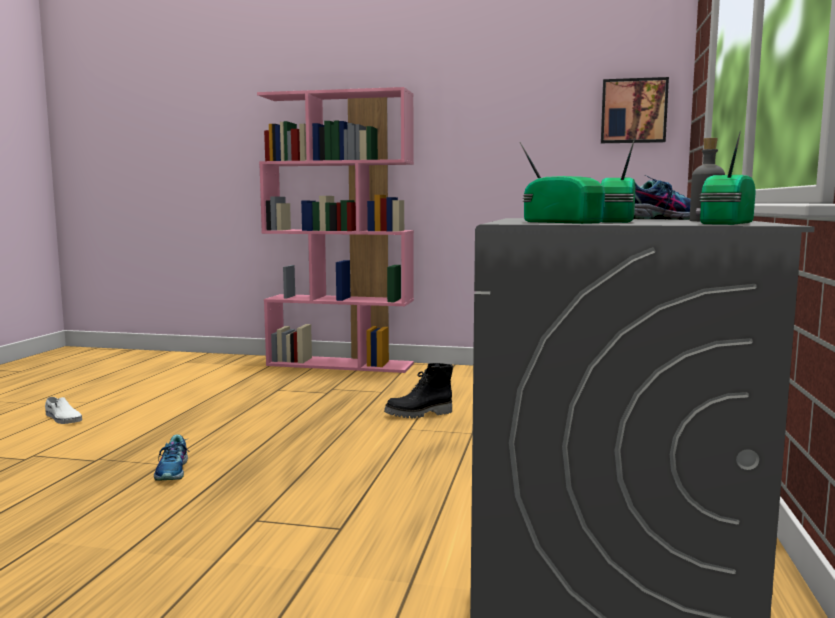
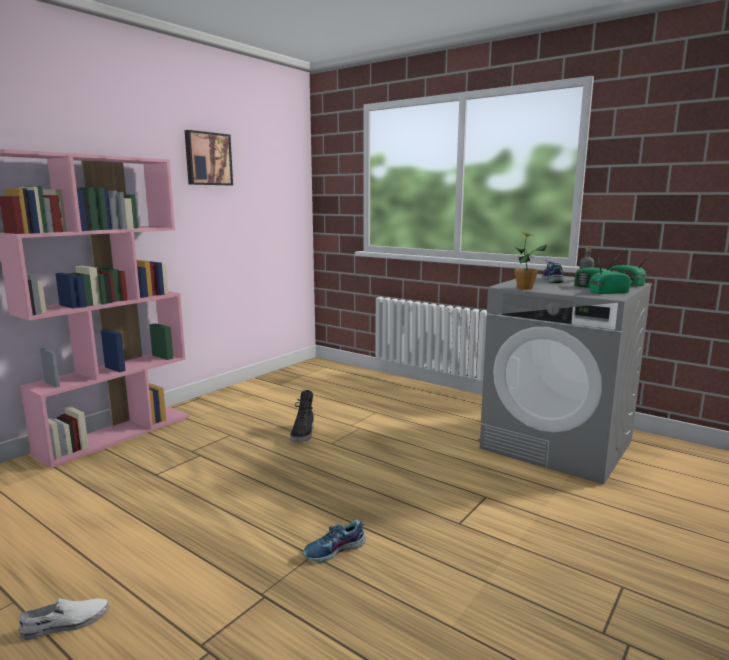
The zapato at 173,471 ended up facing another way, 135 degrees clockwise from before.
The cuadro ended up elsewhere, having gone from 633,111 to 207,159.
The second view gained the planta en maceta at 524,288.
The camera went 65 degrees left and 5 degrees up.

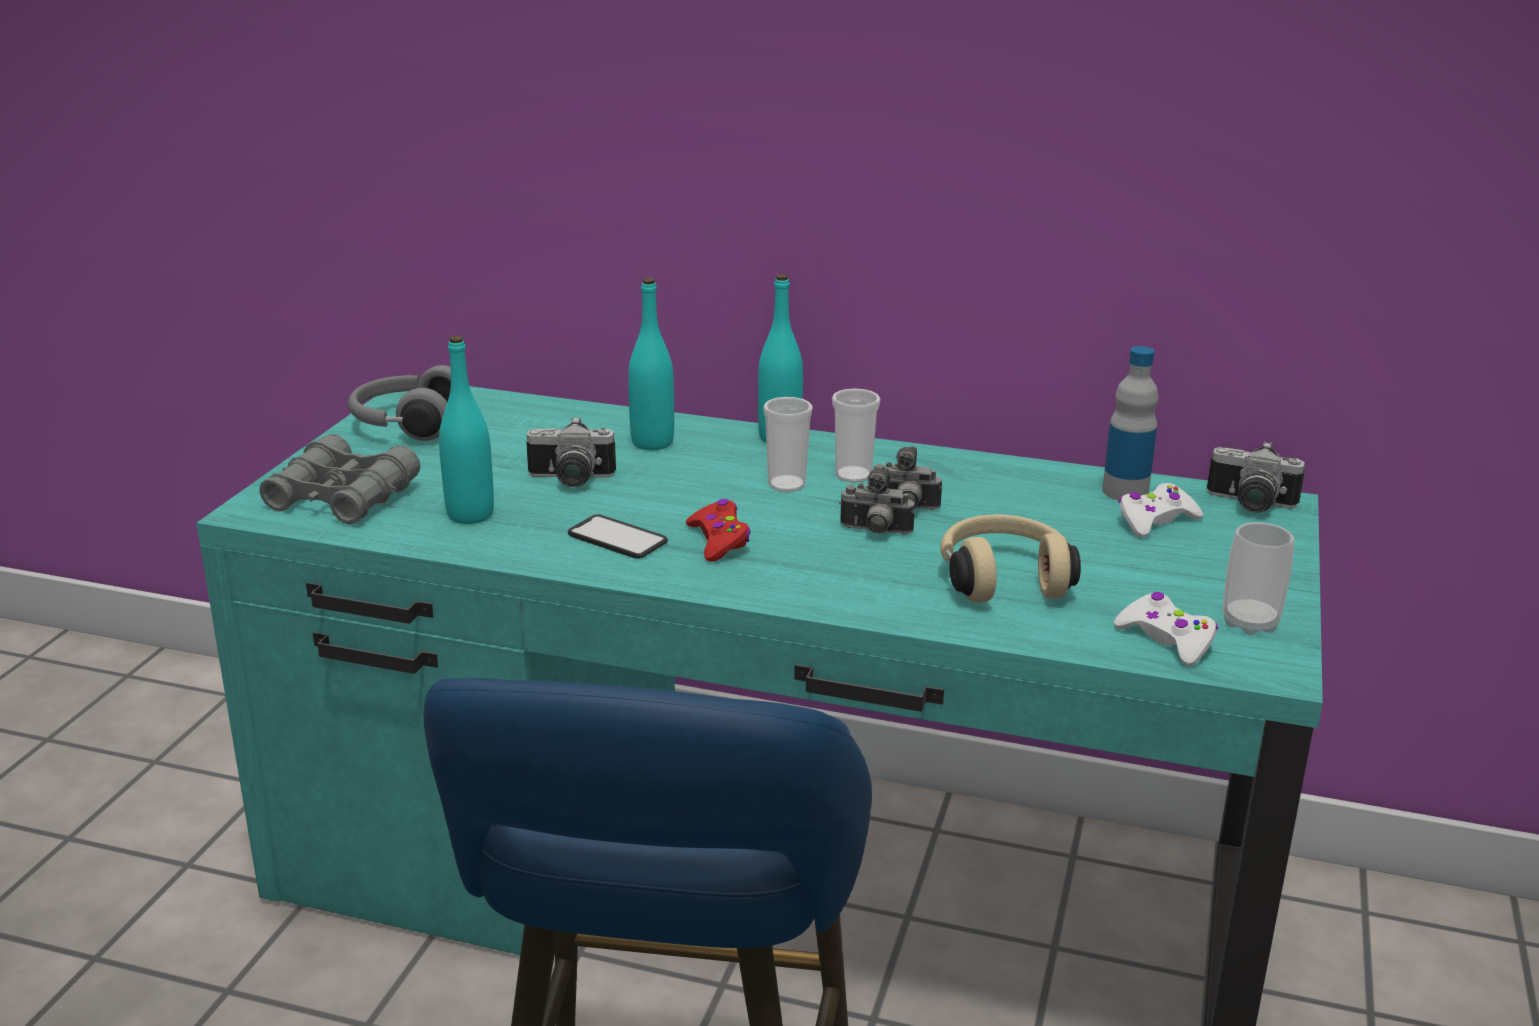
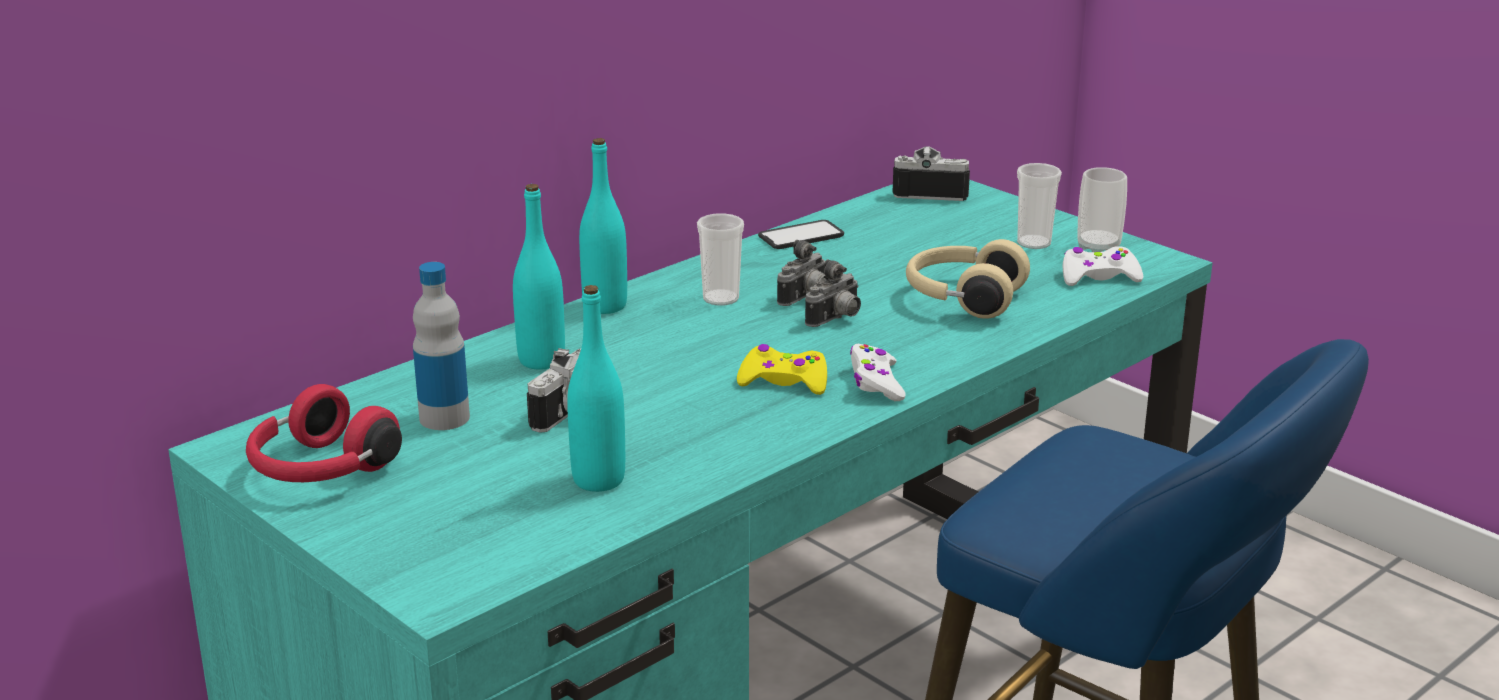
The second view lost the prismáticos/gris at 342,497.
What was the auriculares/gris at 407,425 turned into the auriculares/rojo at 320,470.
The móvil ended up elsewhere, having gone from 617,538 to 801,236.
What was the mando de consola/rojo at 719,540 turned into the mando de consola/amarillo at 784,381.
The taza ended up elsewhere, having gone from 786,485 to 1034,243.
The botella ended up elsewhere, having gone from 1125,491 to 444,418.
The mando de consola/blanco ended up elsewhere, having gone from 1155,520 to 876,382.
The cámara at 1249,505 ended up facing another way, 135 degrees counterclockwise from before.
The camera went 60 degrees left and 0 degrees up.

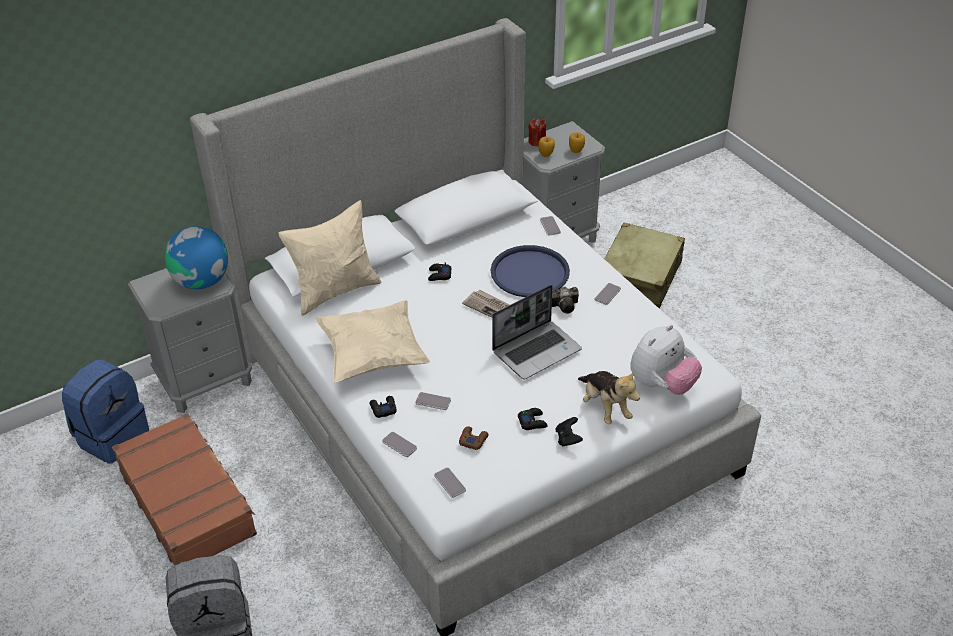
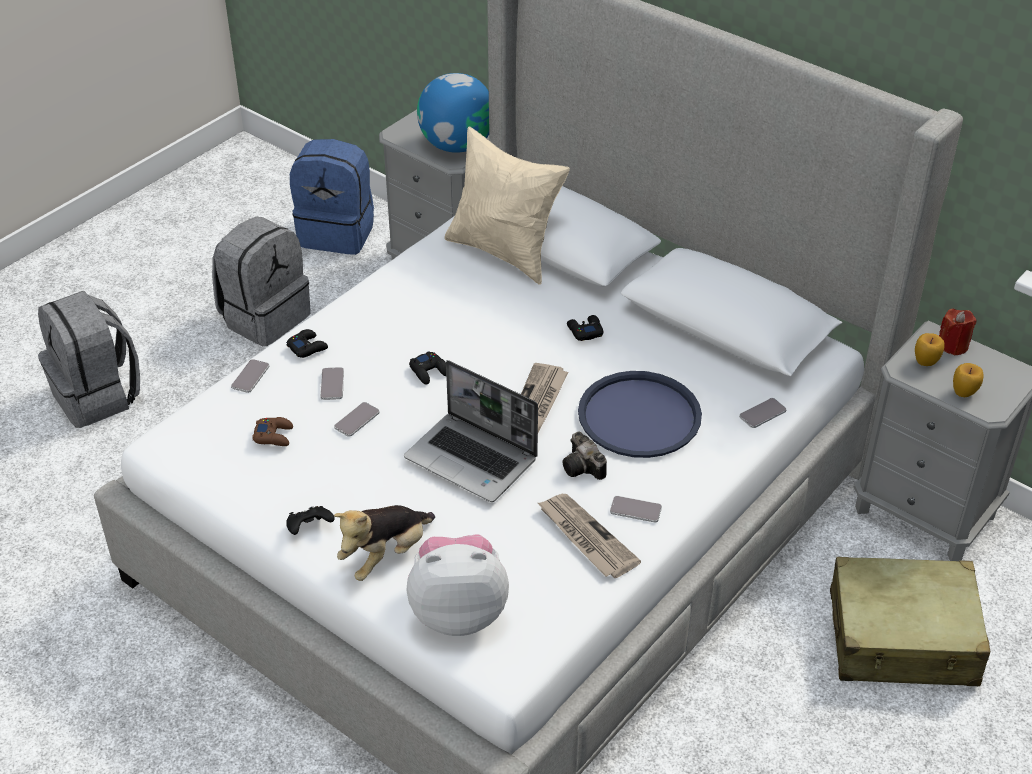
Where the maleta/marrón stood at 188,502, the mochila/gris came to stand at 265,317.
The second view lost the cojín/beis at 373,356.
The móvil ended up elsewhere, having gone from 450,483 to 357,420.
The mando de consola/negro ended up elsewhere, having gone from 532,422 to 429,371.
The peluche at 662,384 ended up facing another way, 150 degrees clockwise from before.
The second view gained the periódico at 586,537.
The camera went 70 degrees right and 0 degrees up.

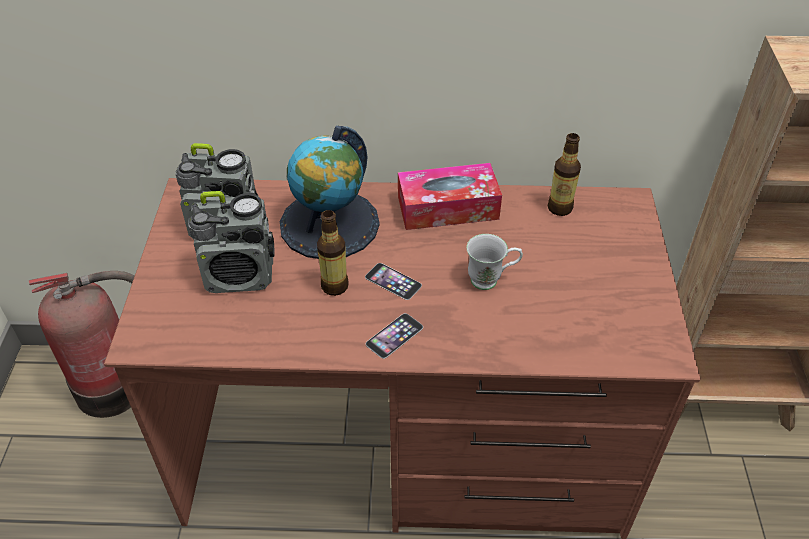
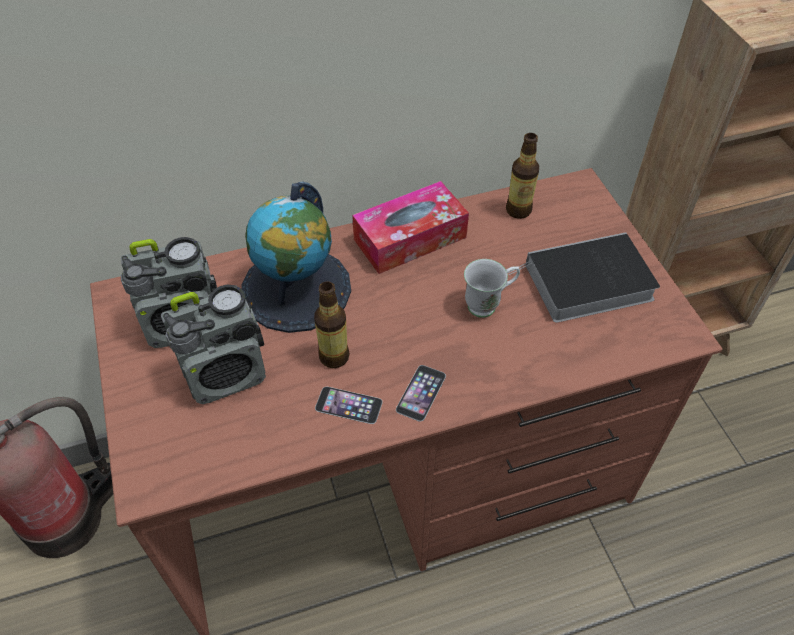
The móvil ended up elsewhere, having gone from 393,281 to 348,405.
The second view gained the libro at 585,284.
The camera went 20 degrees left and 5 degrees up.

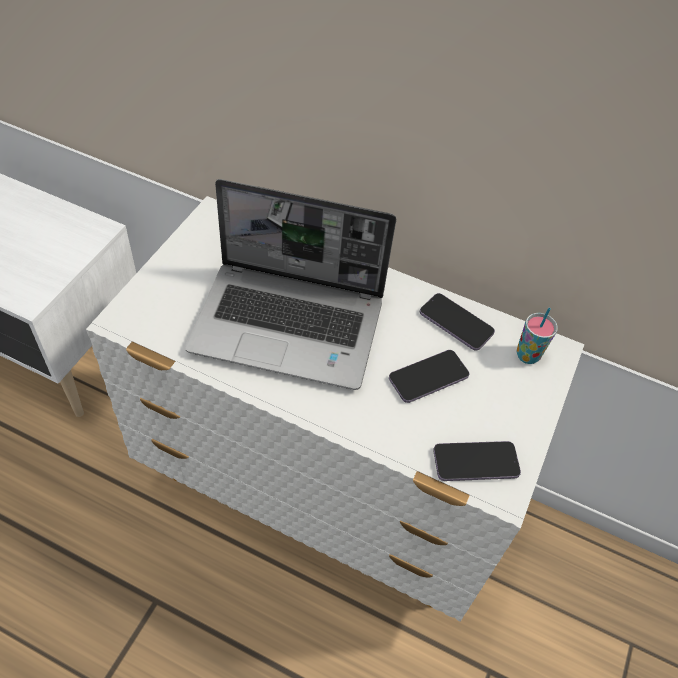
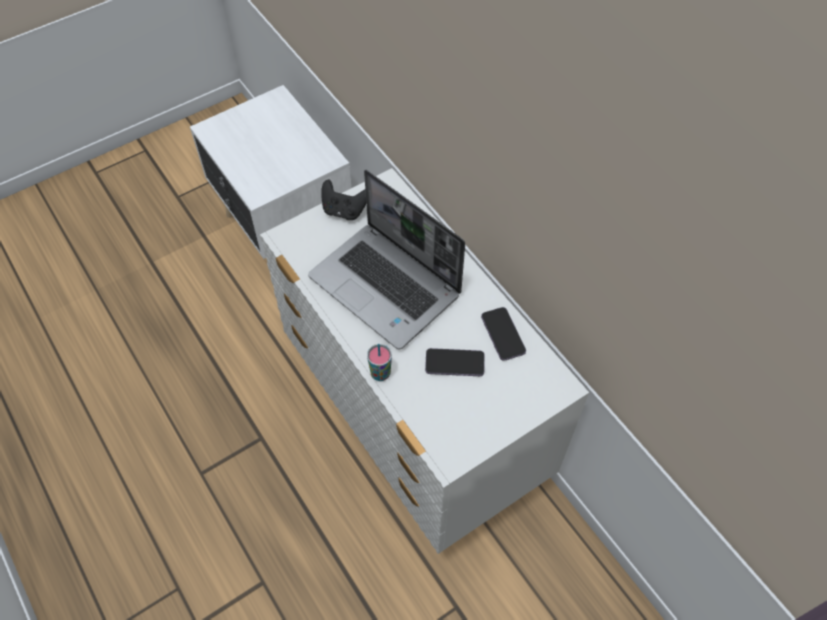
The second view lost the móvil at 475,462.
The taza ended up elsewhere, having gone from 527,355 to 380,374.
The second view gained the mando de consola/negro at 344,210.
The camera went 35 degrees right and 5 degrees up.

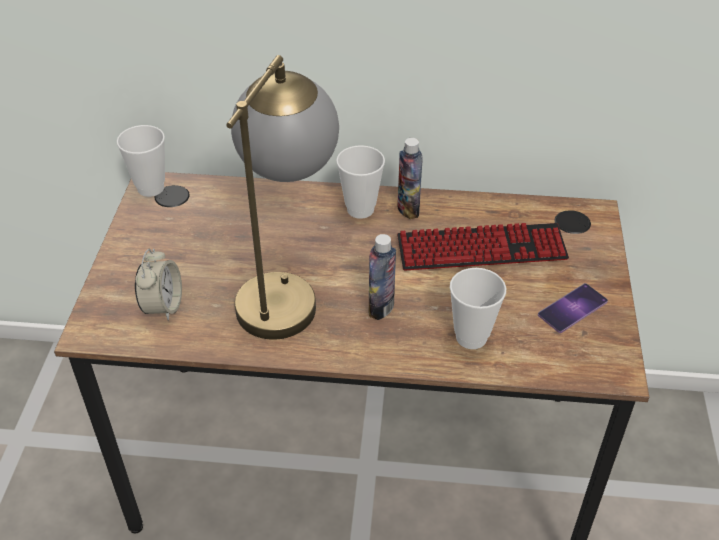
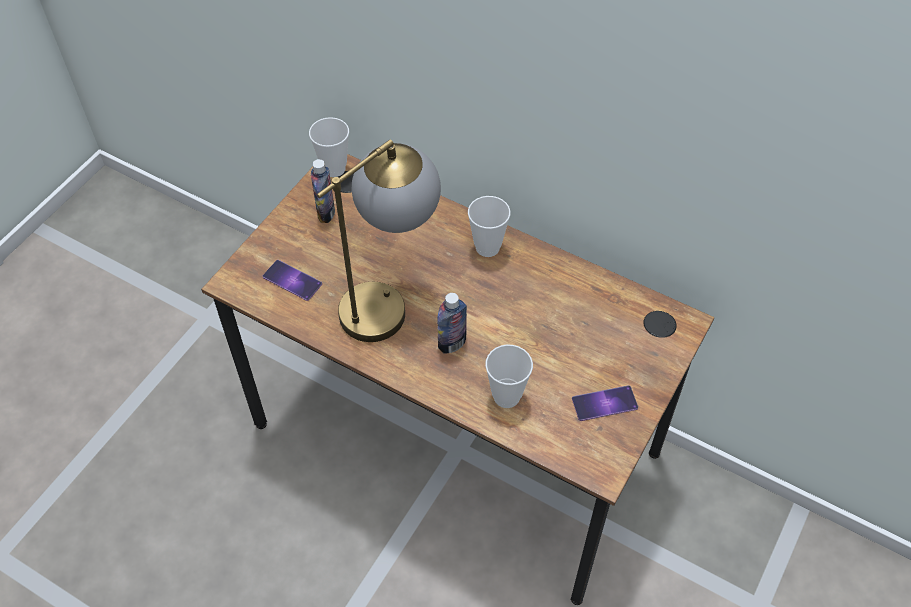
Where the despertador stood at 163,306, the móvil came to stand at 292,280.
The botella ended up elsewhere, having gone from 408,209 to 326,213.
The second view lost the teclado at 481,249.
The camera went 25 degrees right and 10 degrees up.

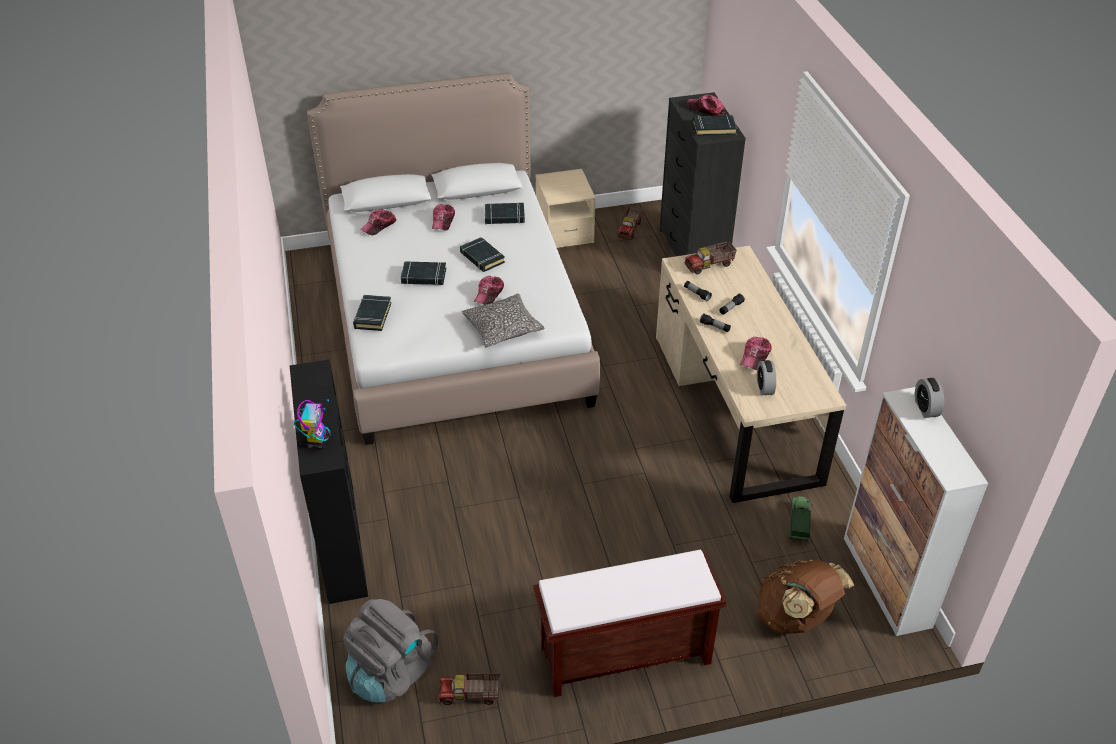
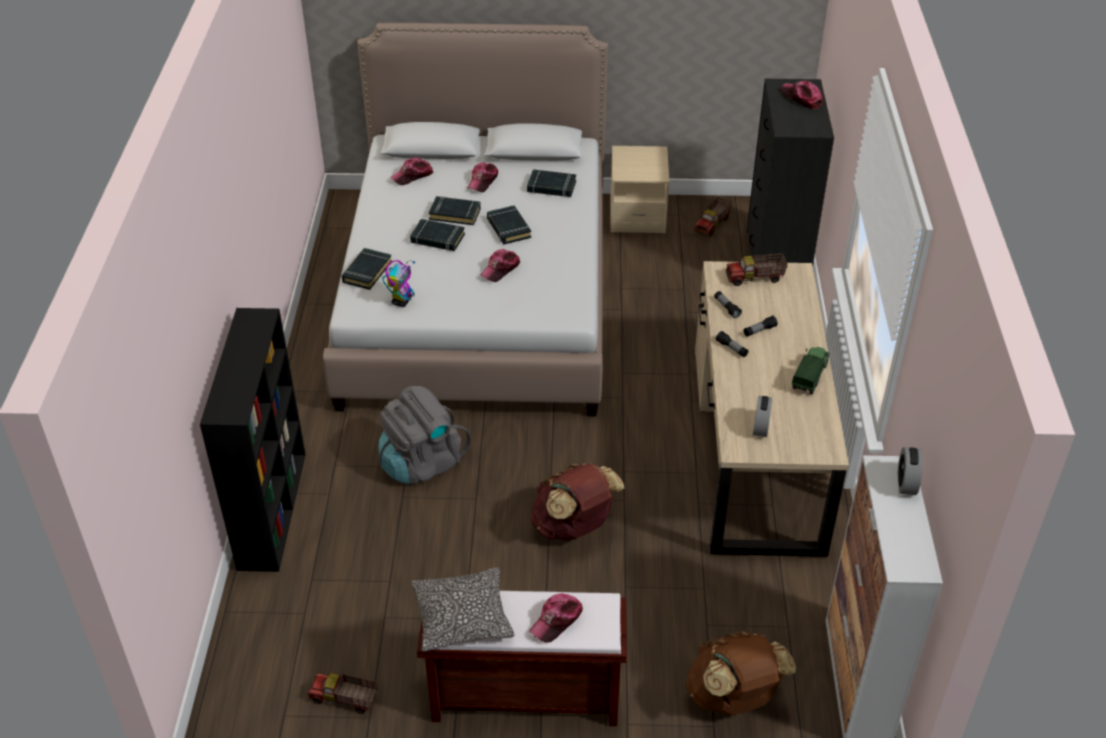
The robot de juguete ended up elsewhere, having gone from 317,441 to 402,300.
The mochila/gris ended up elsewhere, having gone from 391,673 to 421,463.
The cojín ended up elsewhere, having gone from 503,328 to 462,617.
The libro/negro ended up elsewhere, having gone from 714,128 to 455,214.
The gorra ended up elsewhere, having gone from 755,356 to 556,620.
The camión de juguete ended up elsewhere, having gone from 798,524 to 810,376.
The second view gained the mochila/marrón at 574,527.
The camera went 15 degrees right and 0 degrees up.

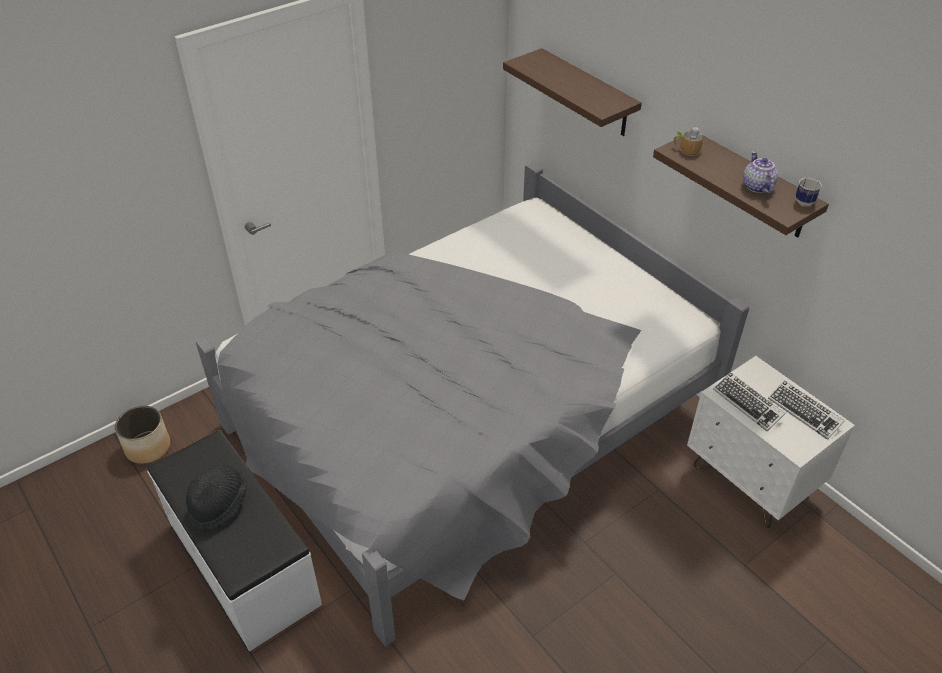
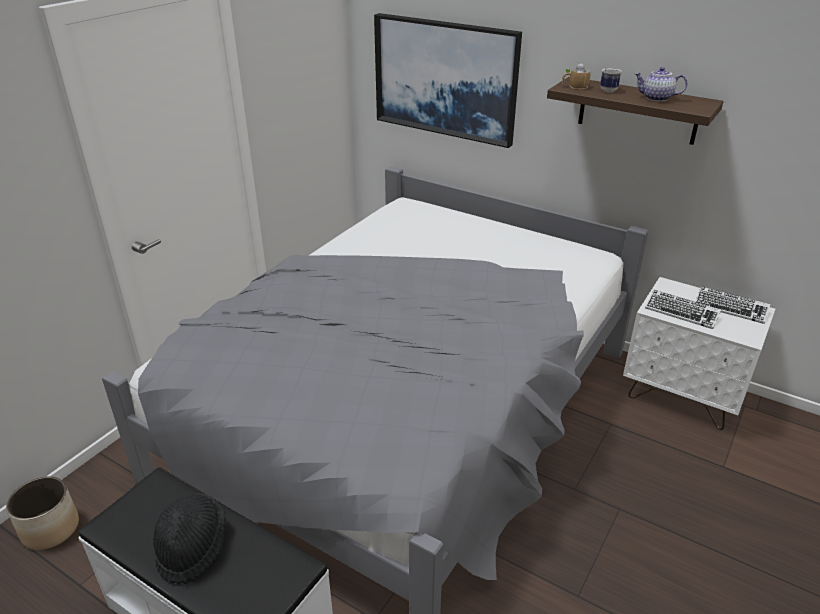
Where the estante hung at 587,93, the cuadro came to hang at 445,78.
The tetera at 756,186 ended up facing another way, 45 degrees counterclockwise from before.
The taza grande ended up elsewhere, having gone from 805,200 to 608,90.
The camera went 20 degrees left and 10 degrees down.

